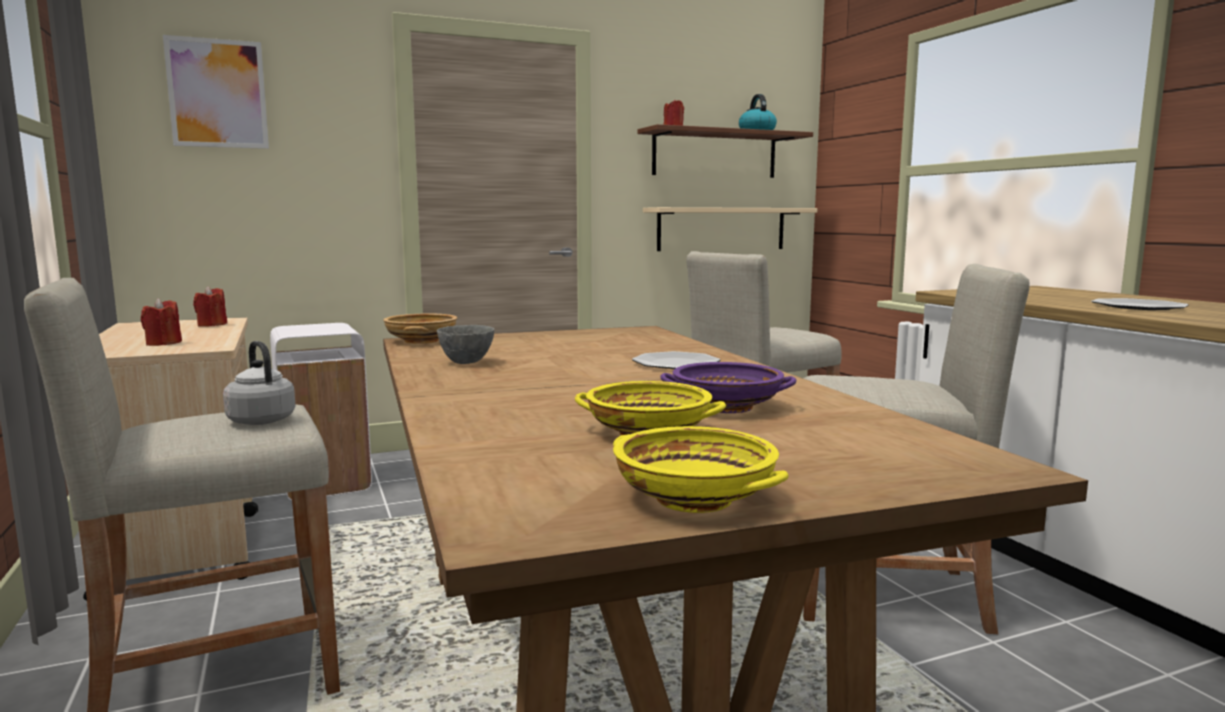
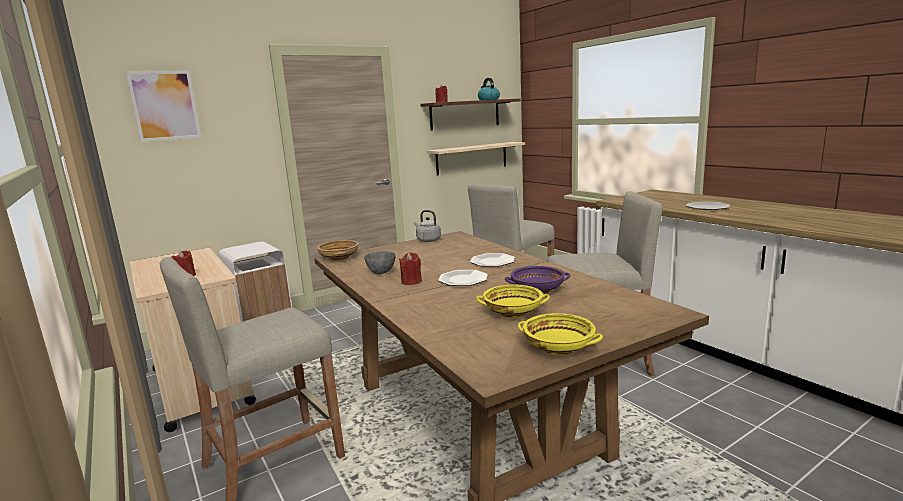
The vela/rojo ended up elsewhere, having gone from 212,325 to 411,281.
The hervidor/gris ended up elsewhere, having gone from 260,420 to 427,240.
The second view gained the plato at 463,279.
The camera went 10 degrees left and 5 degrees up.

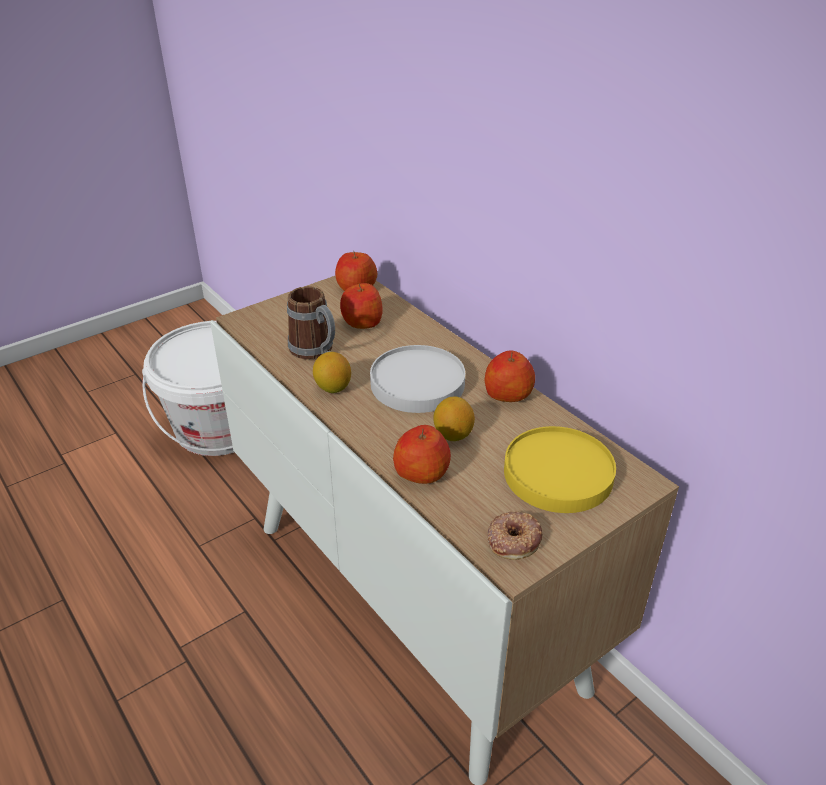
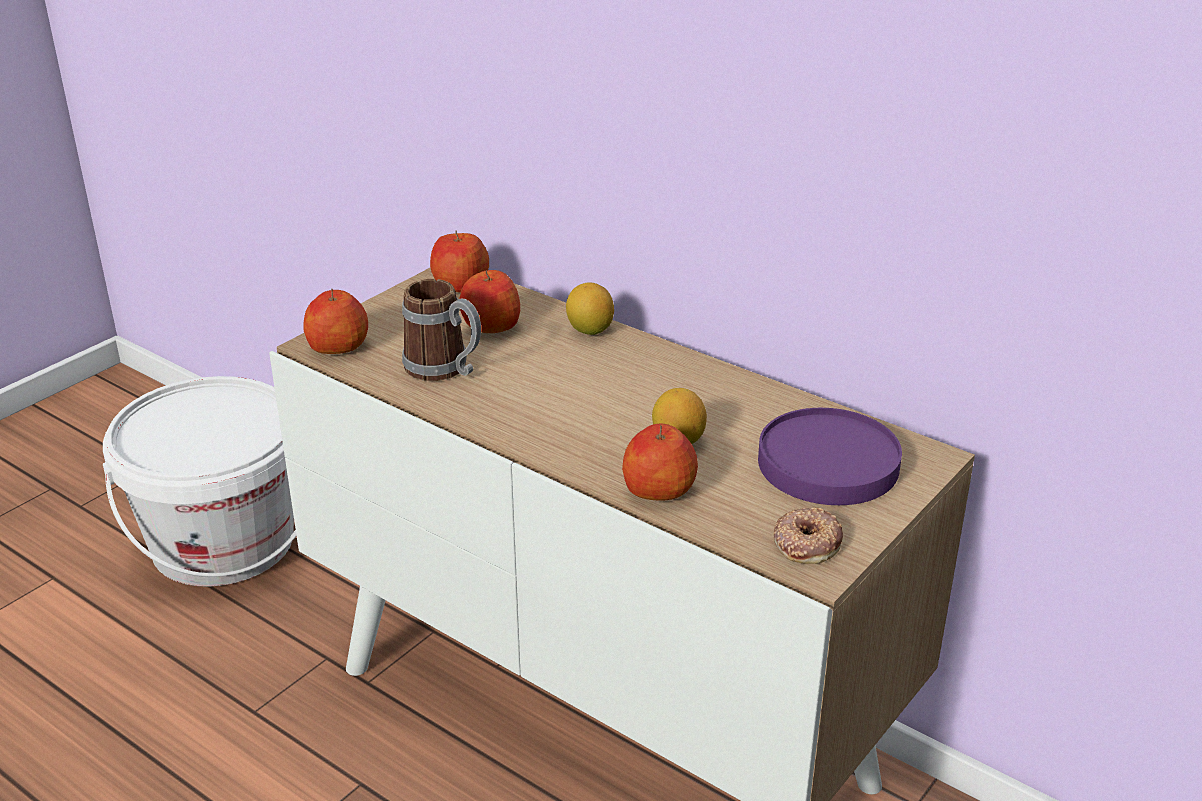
The limón ended up elsewhere, having gone from 333,388 to 590,330.
The second view lost the plato/blanco at 417,383.
The manzana ended up elsewhere, having gone from 508,394 to 338,346.
What was the plato/amarillo at 558,474 turned into the plato/morado at 829,464.
The camera went 15 degrees left and 5 degrees down.

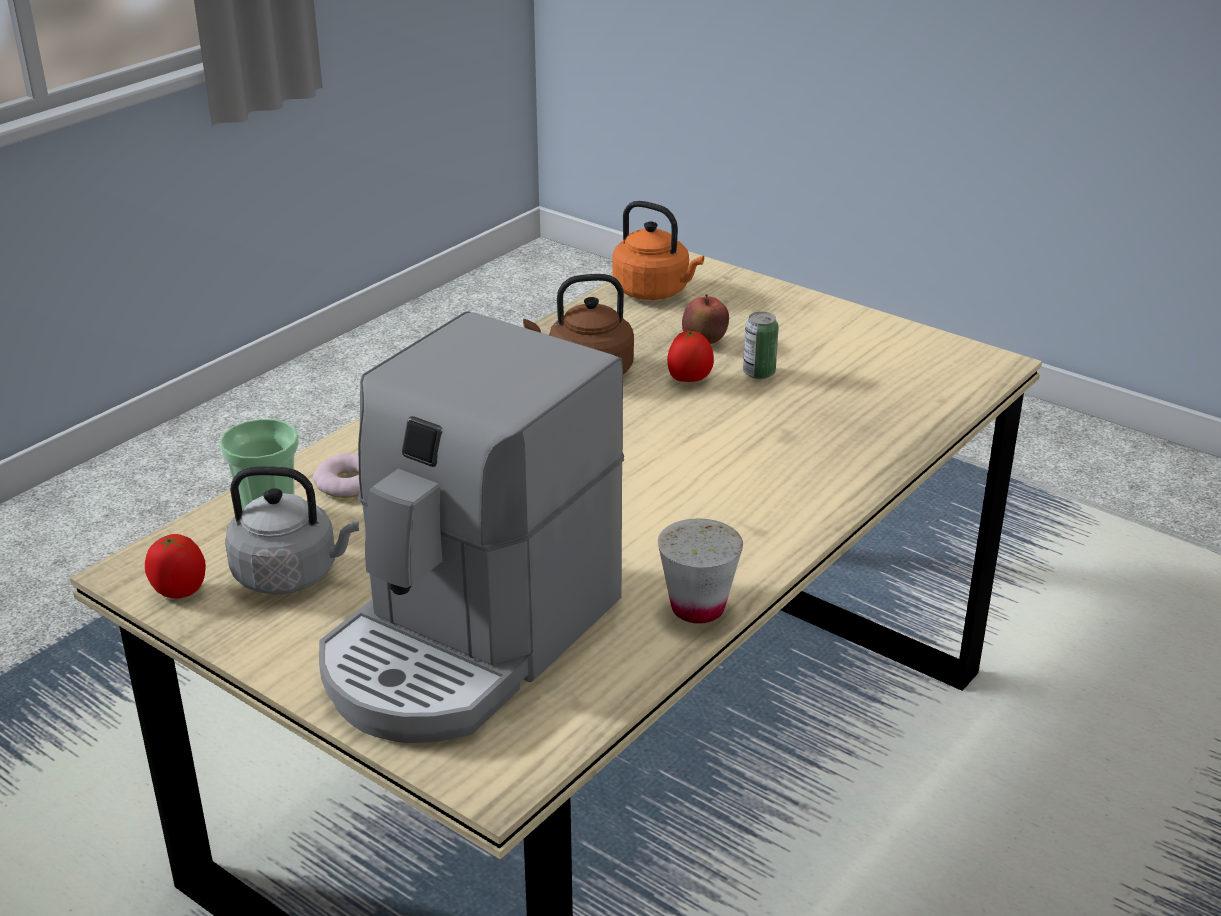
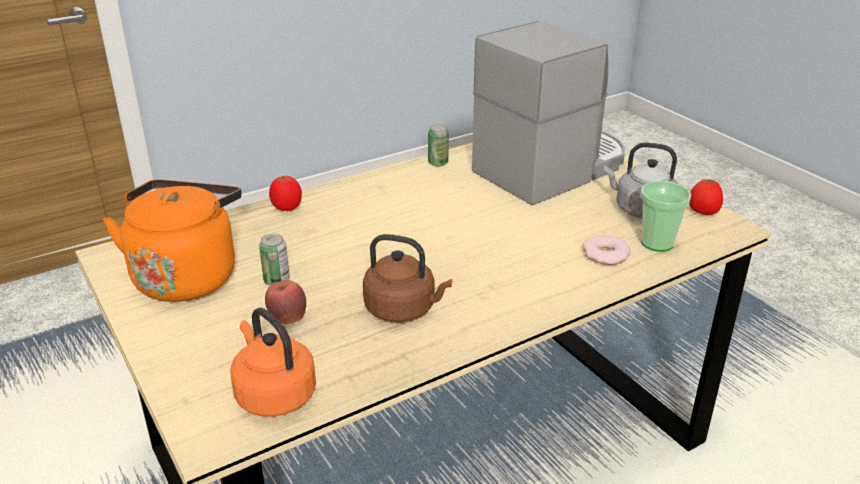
Where the taza/blanco stood at 697,608, the lata came to stand at 438,163.
The tomate ended up elsewhere, having gone from 689,380 to 286,208.
The second view gained the hervidor/naranja at 187,276.
The camera went 160 degrees left and 0 degrees up.

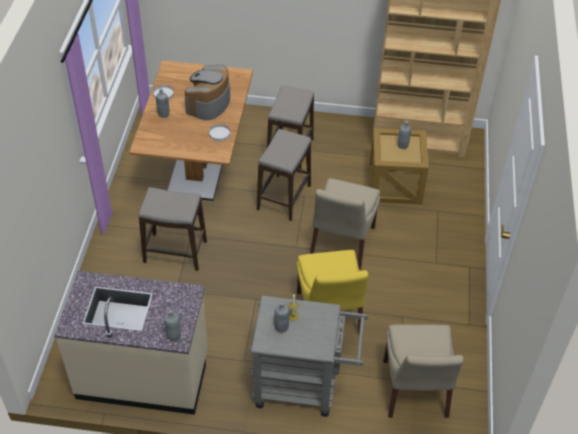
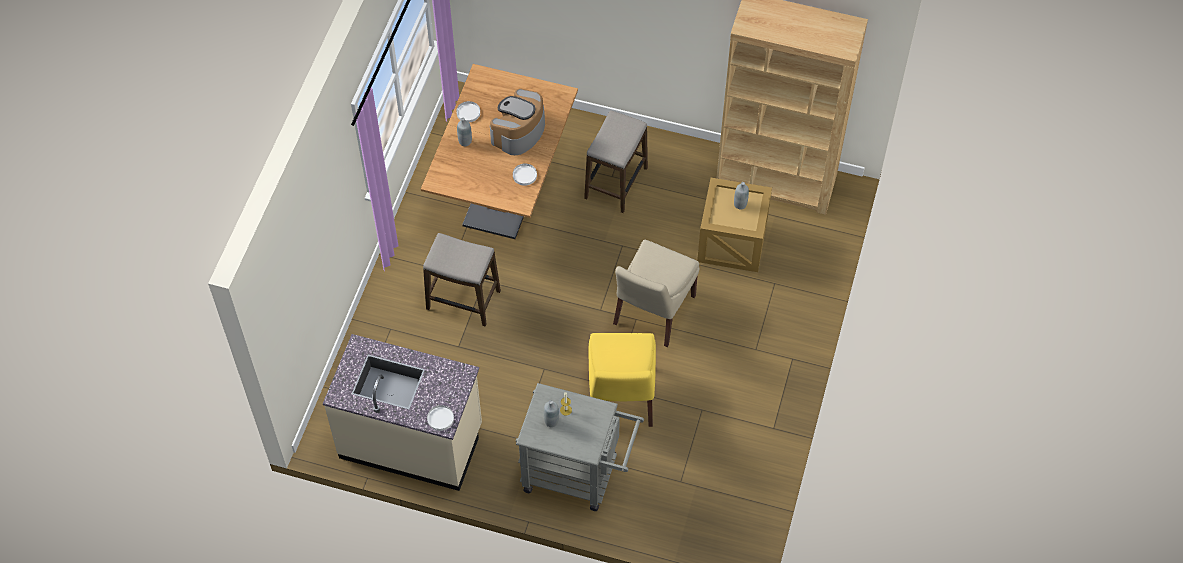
Where the botella/gris stood at 173,335, the plato/blanco came to stand at 440,418.
The second view lost the taburete at 284,197.
The second view lost the silla/beis at 415,391.
The camera went 10 degrees right and 10 degrees up.

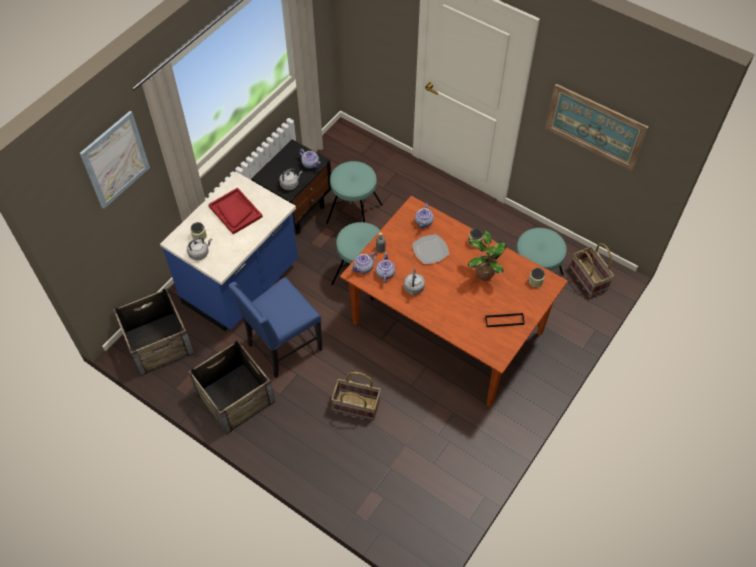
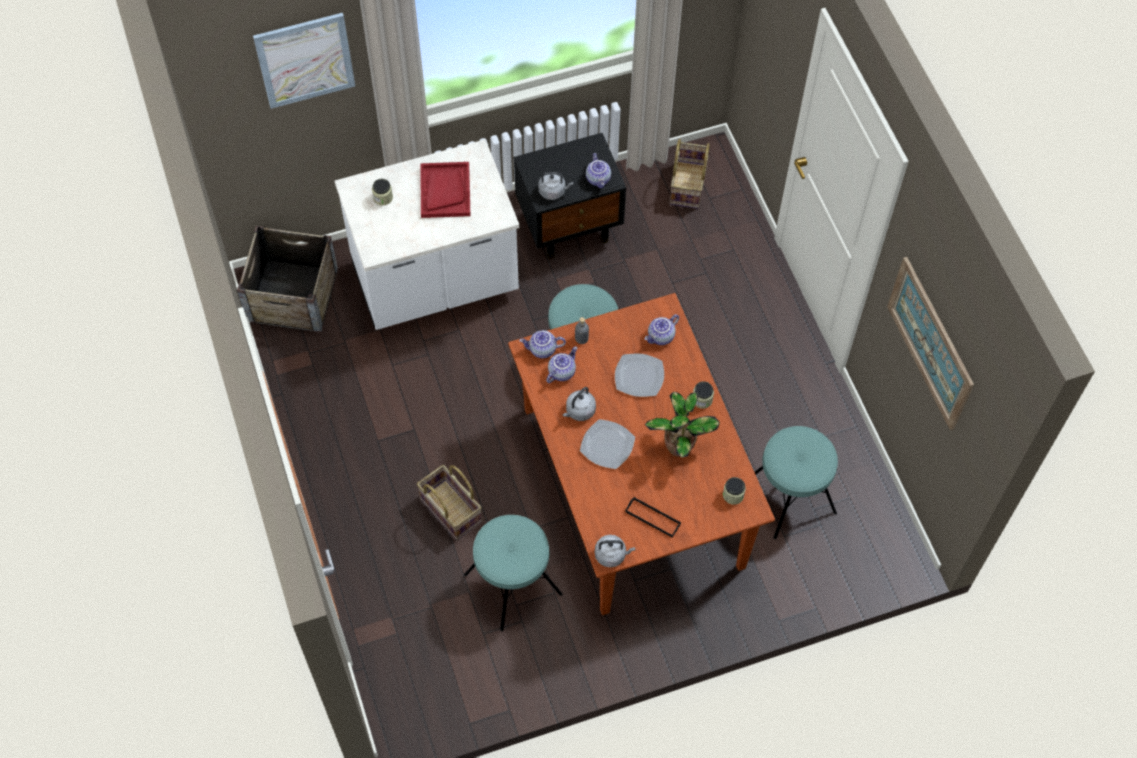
What was the mueble bajo de cocina/azul at 242,284 turned into the mueble bajo de cocina/blanco at 435,282.
The hervidor/gris ended up elsewhere, having gone from 200,253 to 612,555.
The second view lost the caja de embalaje at 235,397.
The second view lost the silla/azul at 283,347.
The taburete/turquesa ended up elsewhere, having gone from 354,214 to 513,584.
The cesta ended up elsewhere, having gone from 589,278 to 688,185.
The second view gained the plato at 608,445.
The camera went 35 degrees right and 5 degrees up.

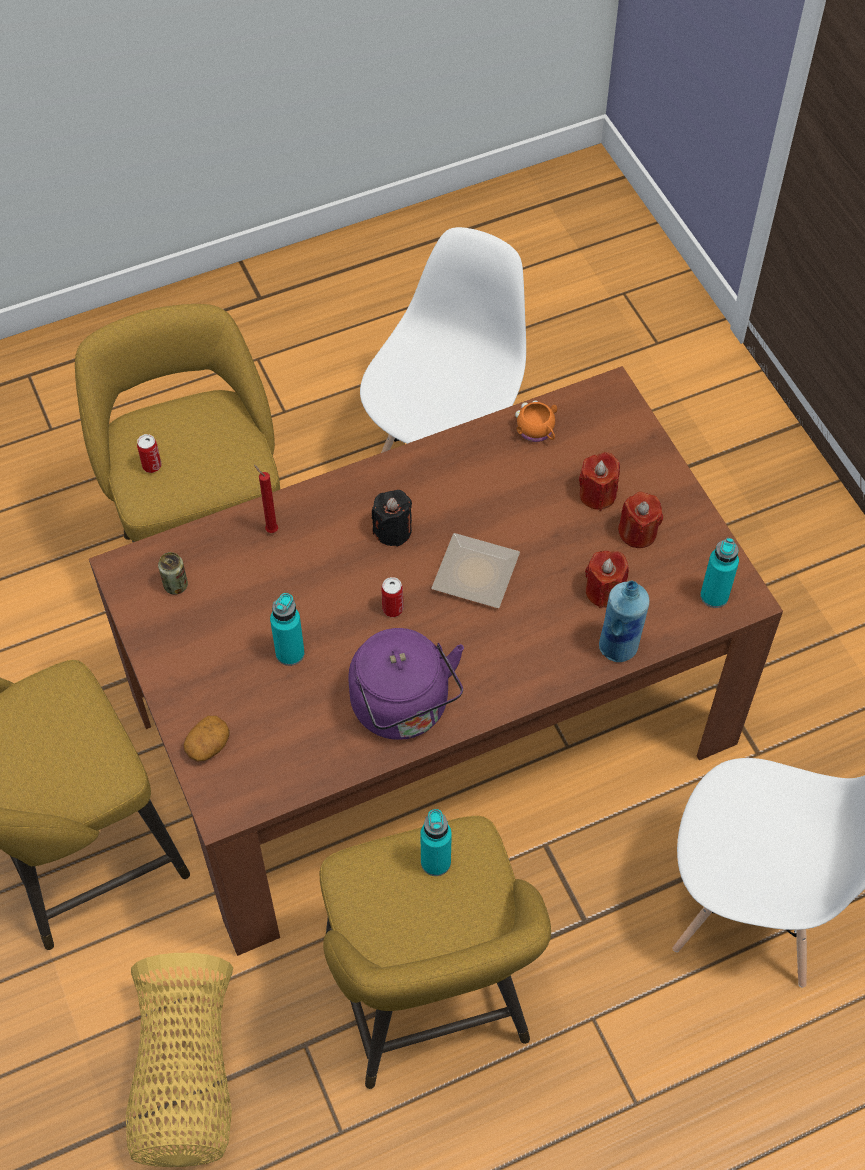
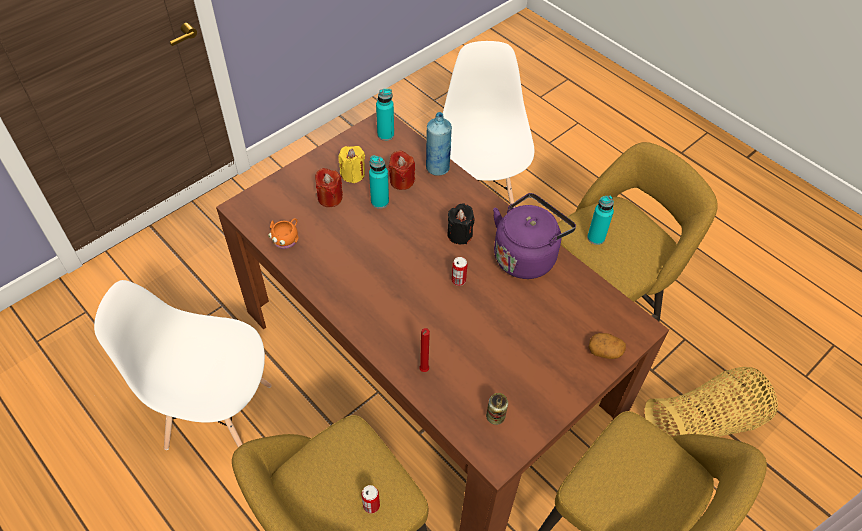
The botella/turquesa ended up elsewhere, having gone from 290,653 to 380,202.
The vela/negro ended up elsewhere, having gone from 393,531 to 459,234.
The second view lost the plato at 479,572.
What was the vela/rojo at 638,533 turned into the vela/amarillo at 353,174.
The camera went 110 degrees left and 5 degrees down.

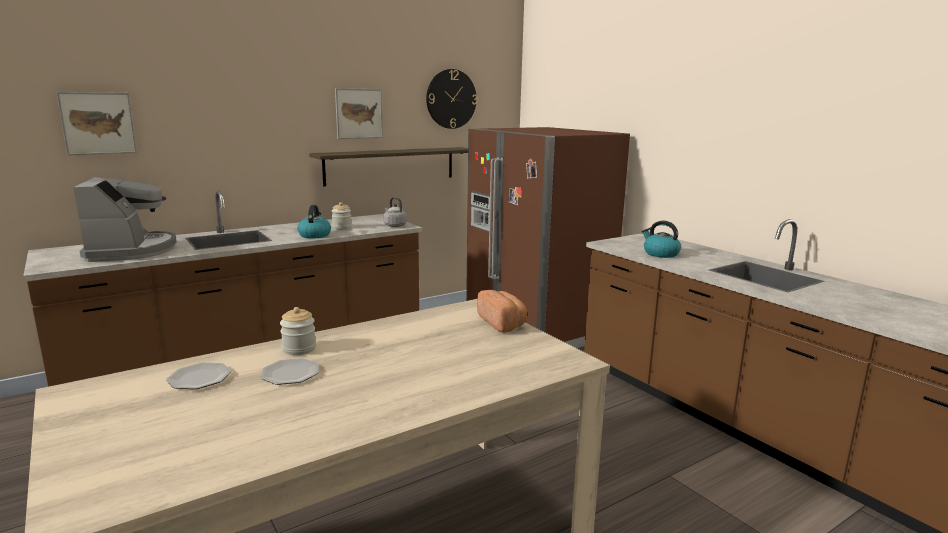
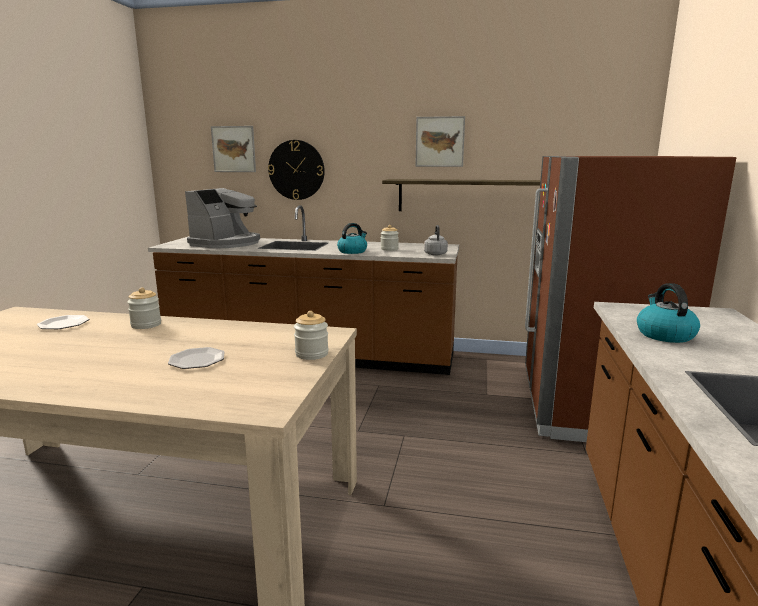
The plato ended up elsewhere, having gone from 290,374 to 196,360.
The reloj de pared ended up elsewhere, having gone from 451,99 to 296,170.
Where the pan stood at 503,323, the tarro came to stand at 311,354.
The camera went 45 degrees right and 0 degrees up.

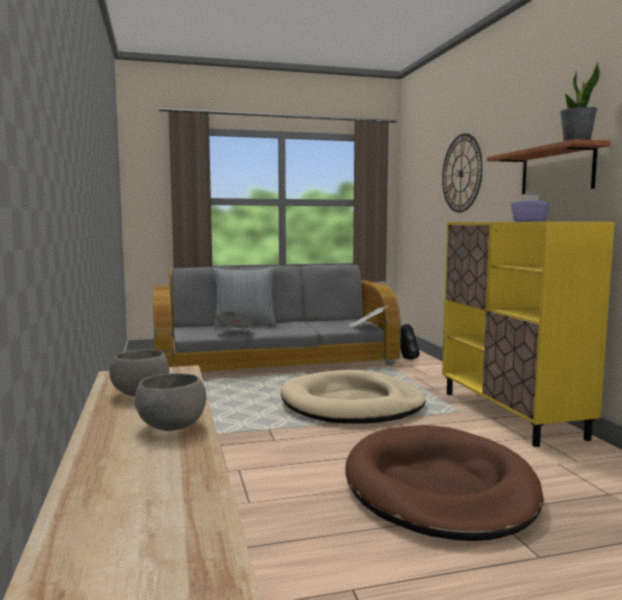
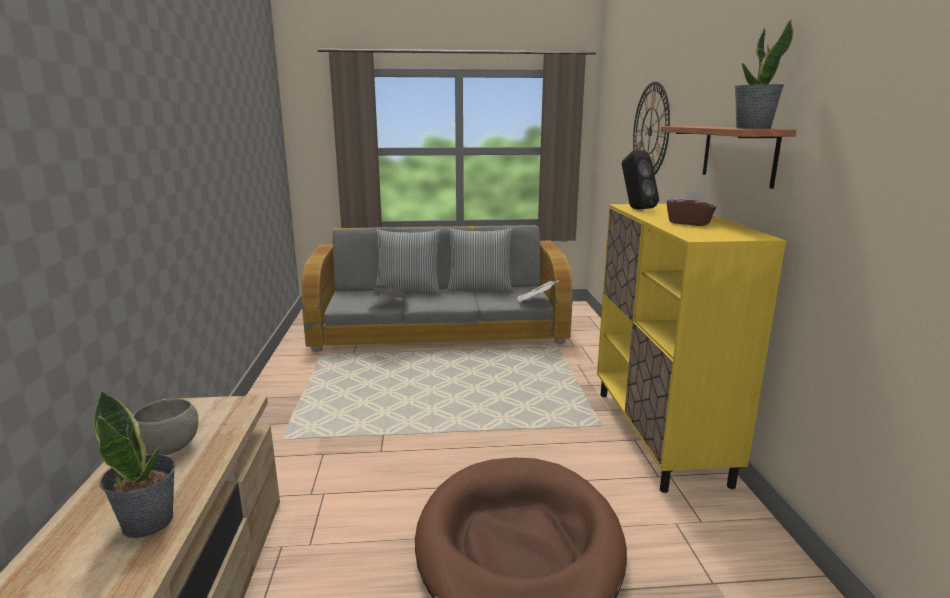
Where the cuenco/gris stood at 172,427, the planta en maceta came to stand at 149,521.
The second view lost the cama para perro/beis at 352,404.
The altavoz/negro ended up elsewhere, having gone from 406,358 to 635,209.
What was the caja de pañuelos/morado at 529,221 turned into the caja de pañuelos/marrón at 689,223.
The second view gained the cojín at 480,289.
The camera went 10 degrees right and 10 degrees up.

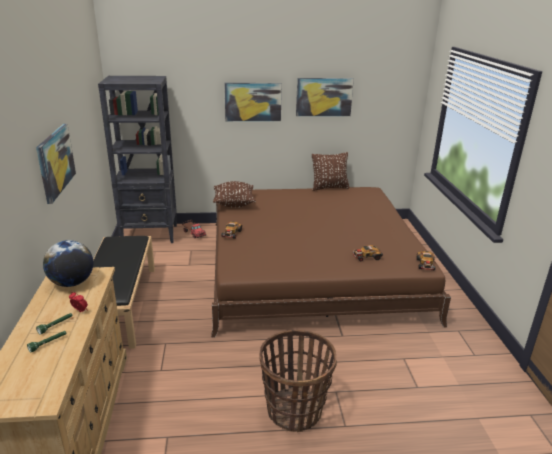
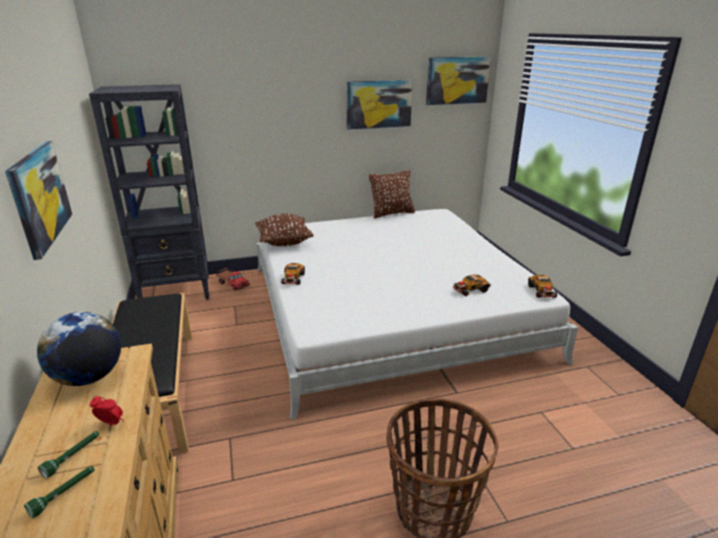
What was the cama/marrón at 311,267 turned into the cama/blanco at 389,310.
The cuadro ended up elsewhere, having gone from 253,102 to 457,80.
The camera went 10 degrees left and 0 degrees up.

